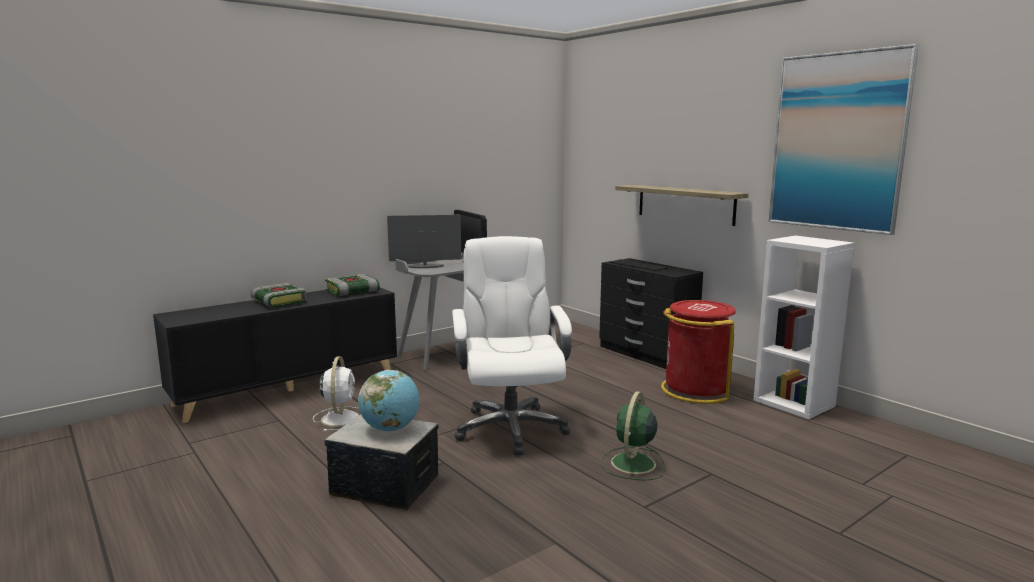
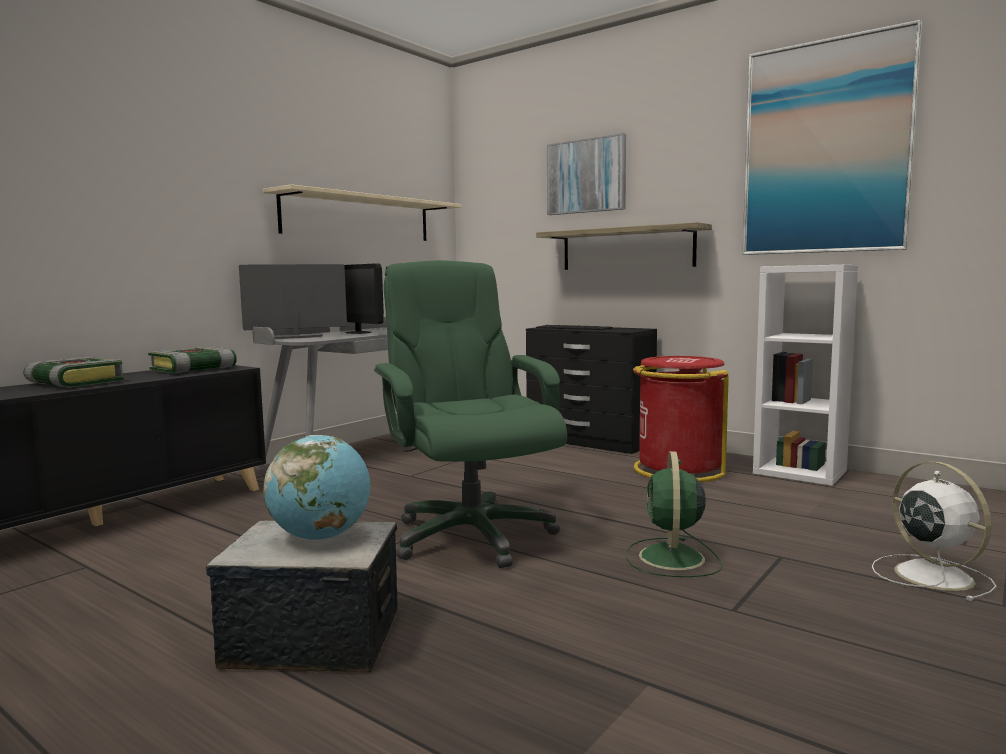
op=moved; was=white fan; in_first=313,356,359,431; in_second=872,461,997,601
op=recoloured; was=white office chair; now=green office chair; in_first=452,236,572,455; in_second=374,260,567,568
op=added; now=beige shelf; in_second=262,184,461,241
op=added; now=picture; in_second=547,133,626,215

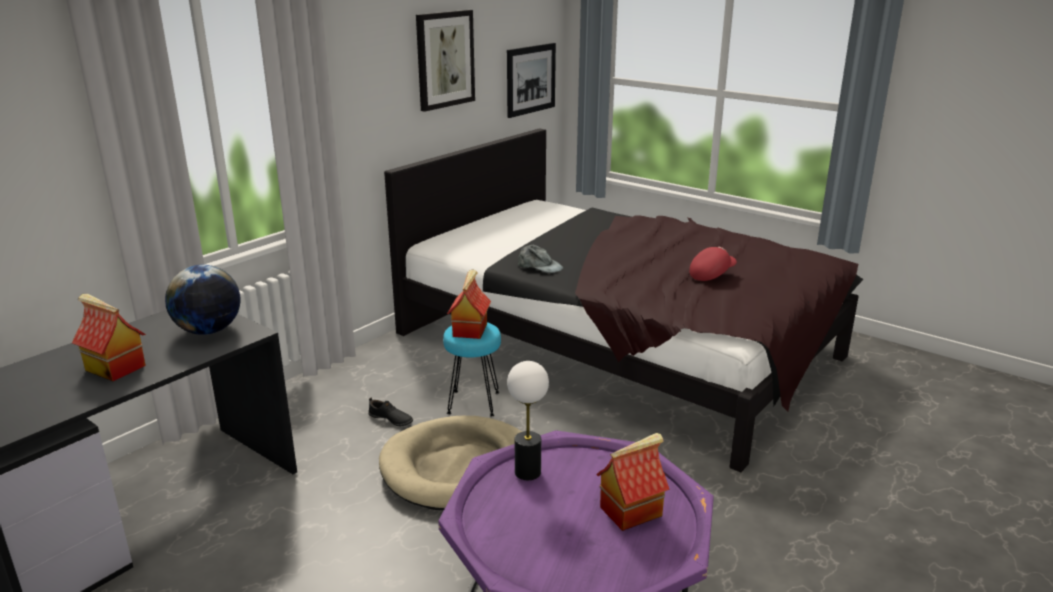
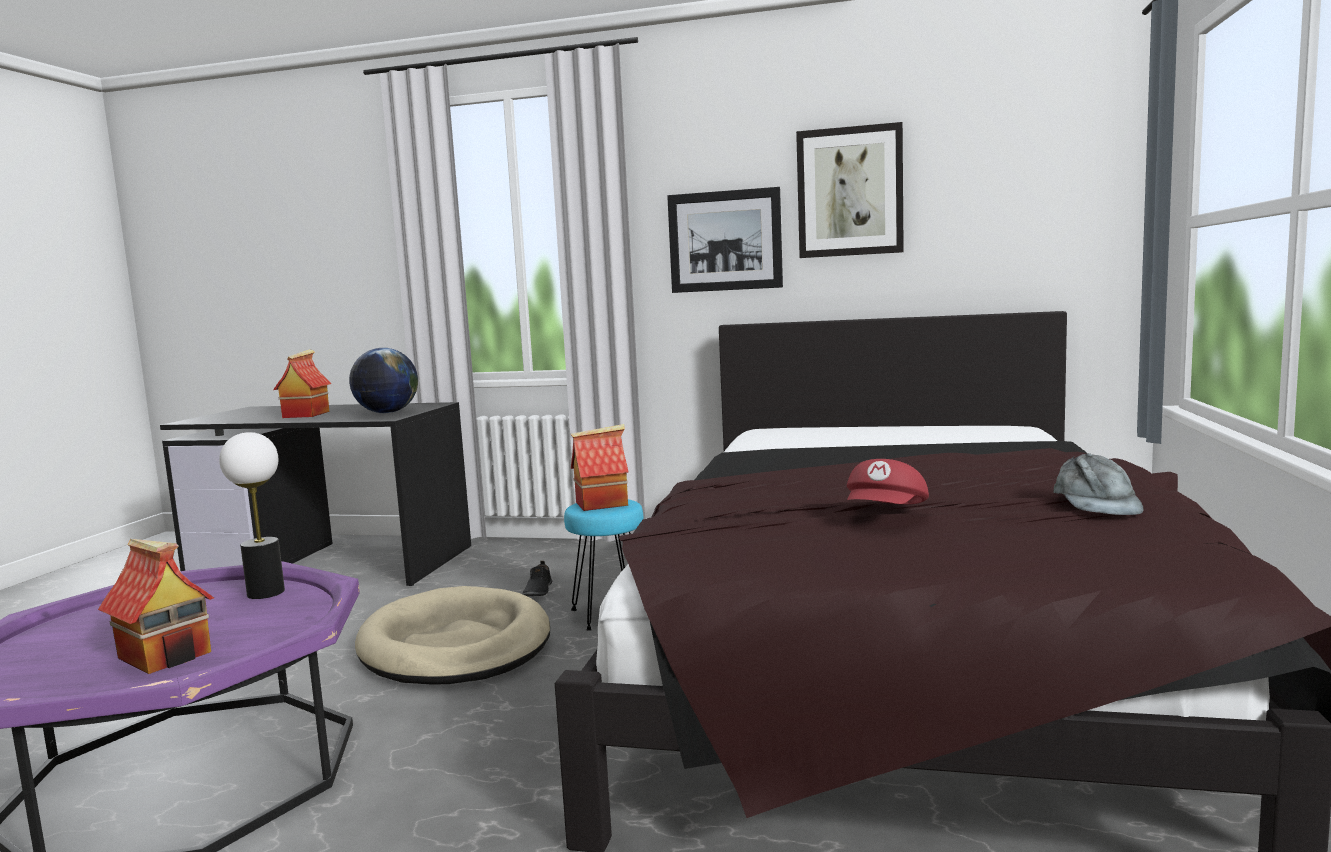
op=moved; was=picture; in_first=507,43,556,118; in_second=667,187,783,293
op=moved; was=grey cap; in_first=518,245,563,273; in_second=1053,453,1143,515
op=turned; was=red cap; in_first=689,247,737,281; in_second=847,459,929,504; clockwise=90

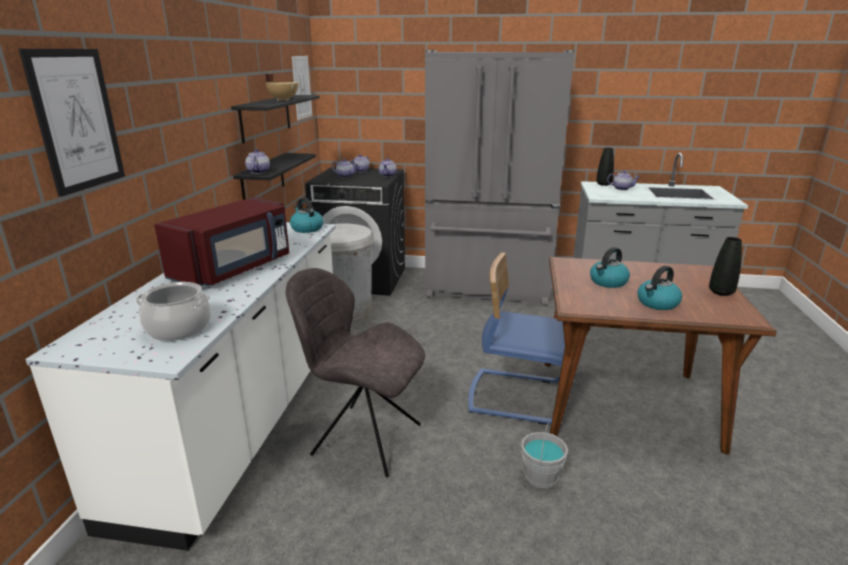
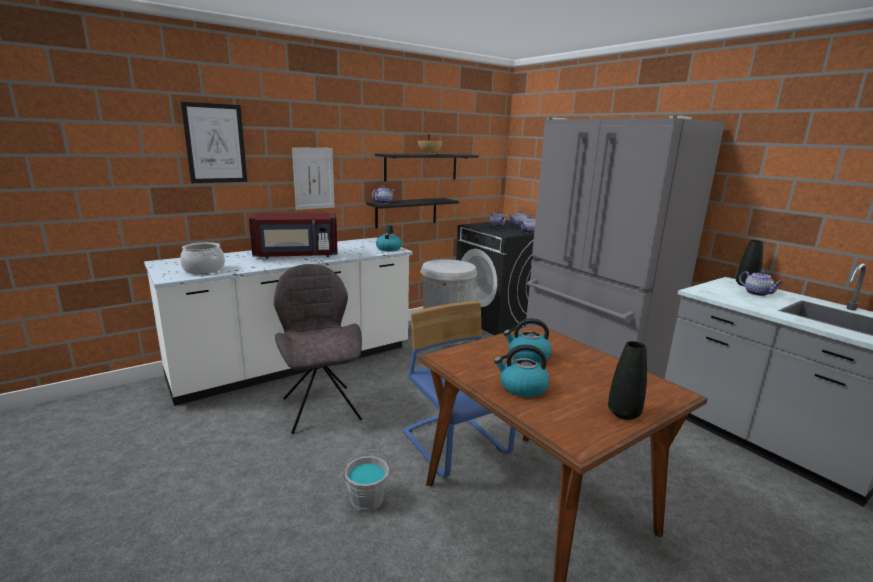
op=moved; was=picture; in_first=292,56,313,120; in_second=292,147,335,210

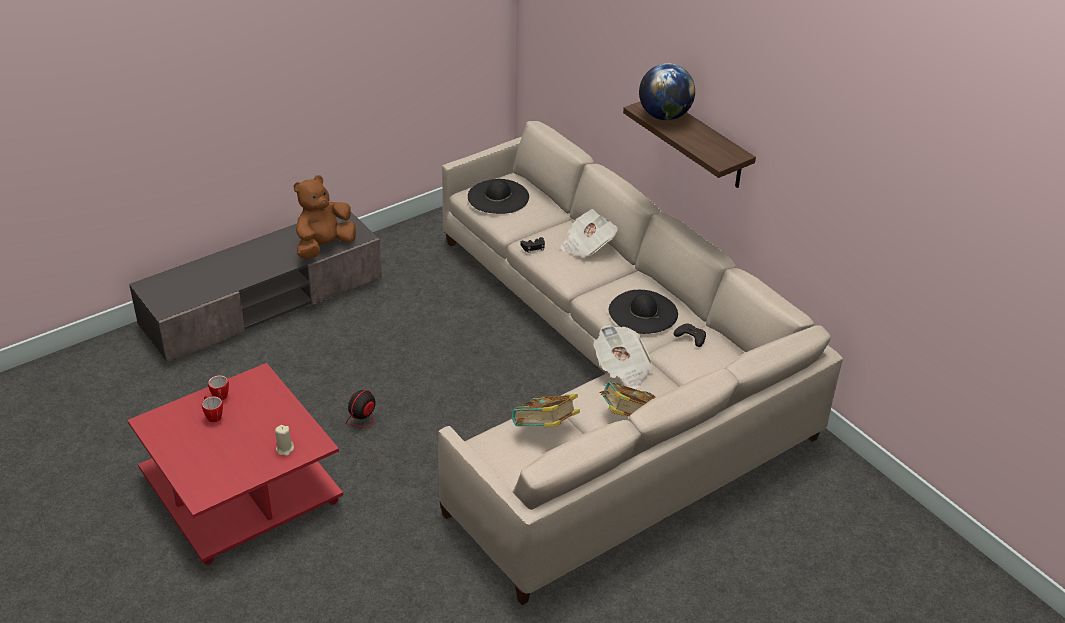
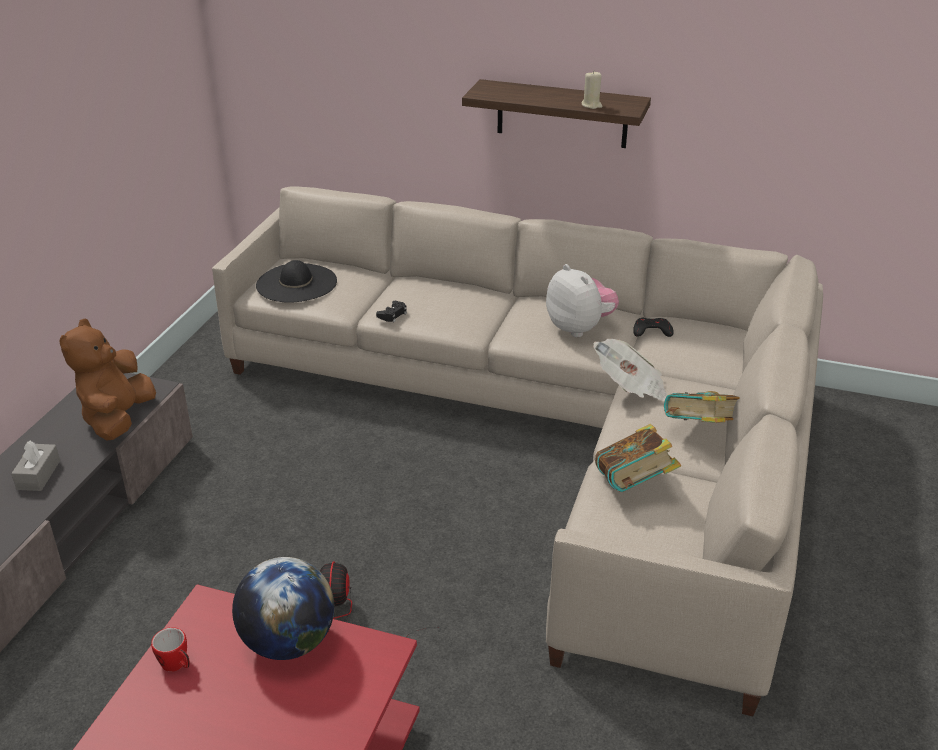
op=removed; was=mug; in_first=202,396,223,422
op=moved; was=beige candle; in_first=275,425,294,456; in_second=582,71,603,109
op=removed; was=newspaper; in_first=560,209,618,259
op=replaced; was=black hat; now=plush toy; in_first=609,290,678,334; in_second=546,264,619,337
op=moved; was=globe; in_first=639,63,695,120; in_second=232,557,334,660
op=added; now=grey tissue box; in_second=11,441,60,491

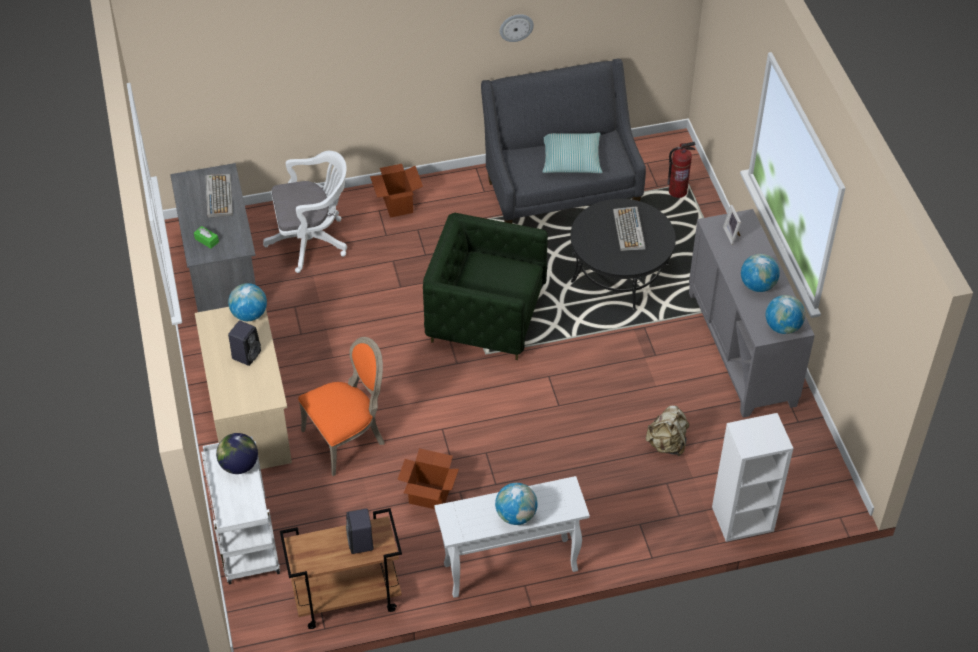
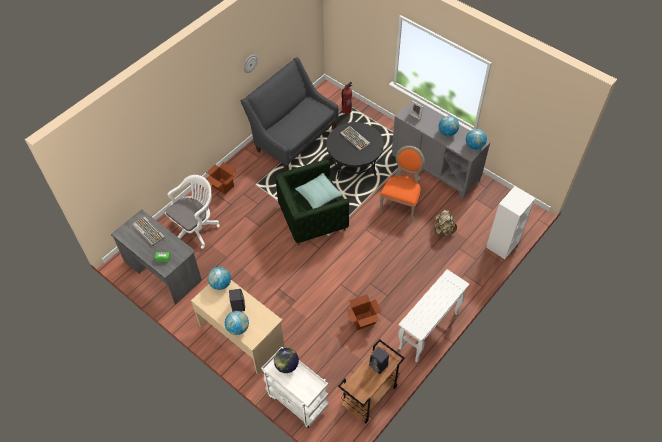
op=moved; was=orange chair; in_first=298,337,384,476; in_second=379,146,425,222
op=moved; was=globe; in_first=495,483,538,525; in_second=225,311,249,335
op=moved; was=pillow; in_first=543,133,603,173; in_second=295,173,343,209

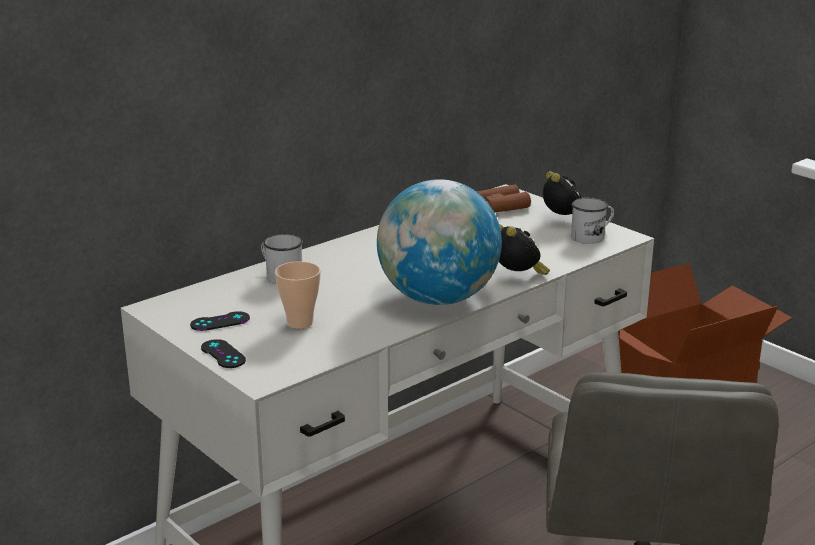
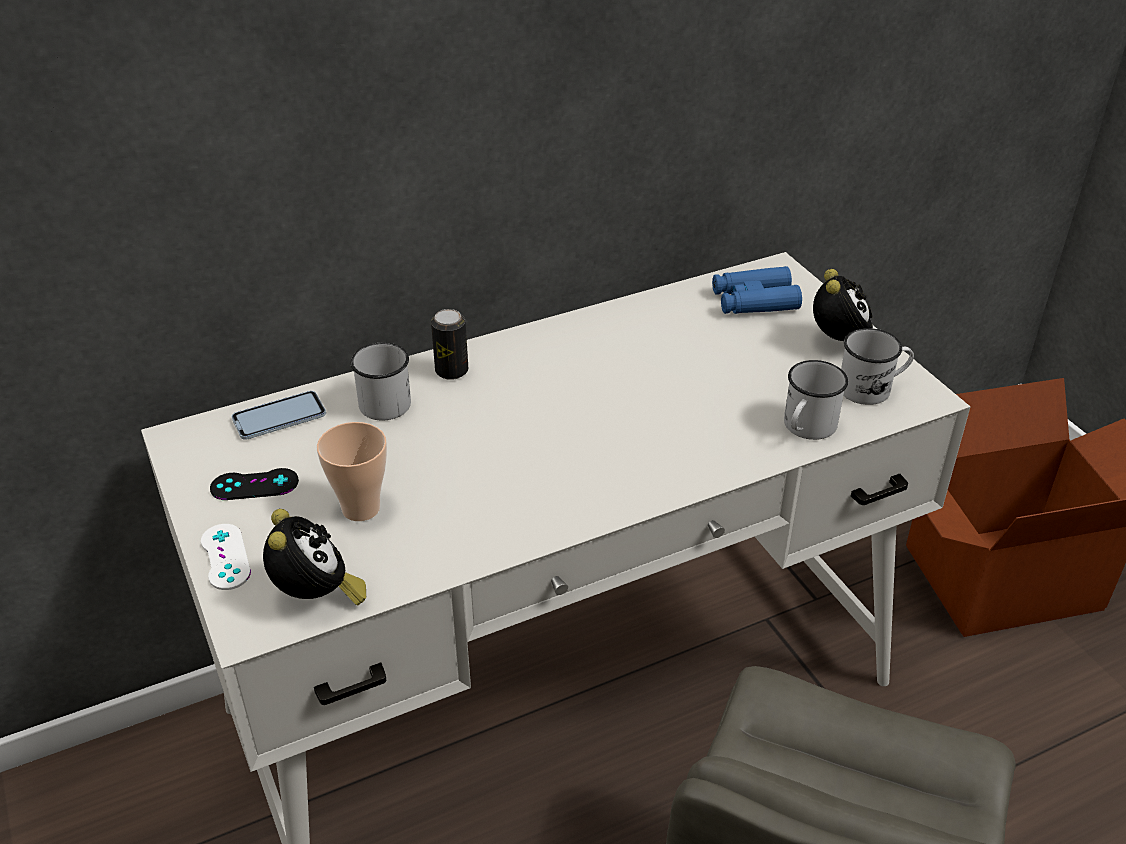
op=recoloured; was=black game controller; now=white game controller; in_first=201,339,246,368; in_second=201,524,251,590
op=removed; was=globe; in_first=377,179,502,305
op=recoloured; was=brown binoculars; now=blue binoculars; in_first=476,184,531,212; in_second=712,266,802,314
op=moved; was=alarm clock; in_first=499,224,550,275; in_second=263,509,366,606
op=added; now=phone; in_second=232,391,326,440
op=added; now=can; in_second=431,309,468,380
op=added; now=white mug; in_second=784,360,848,440

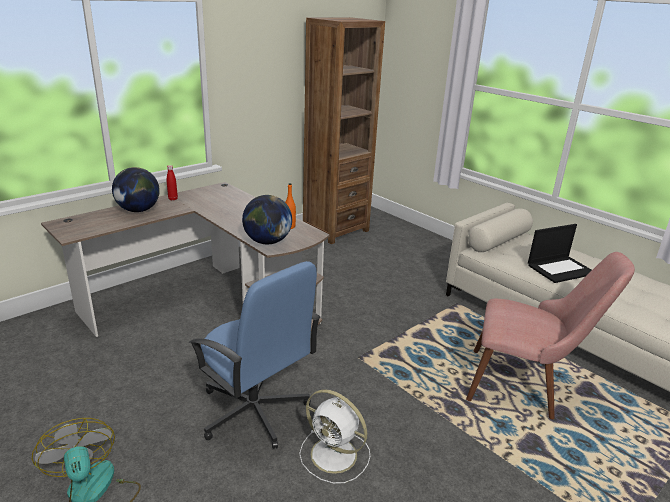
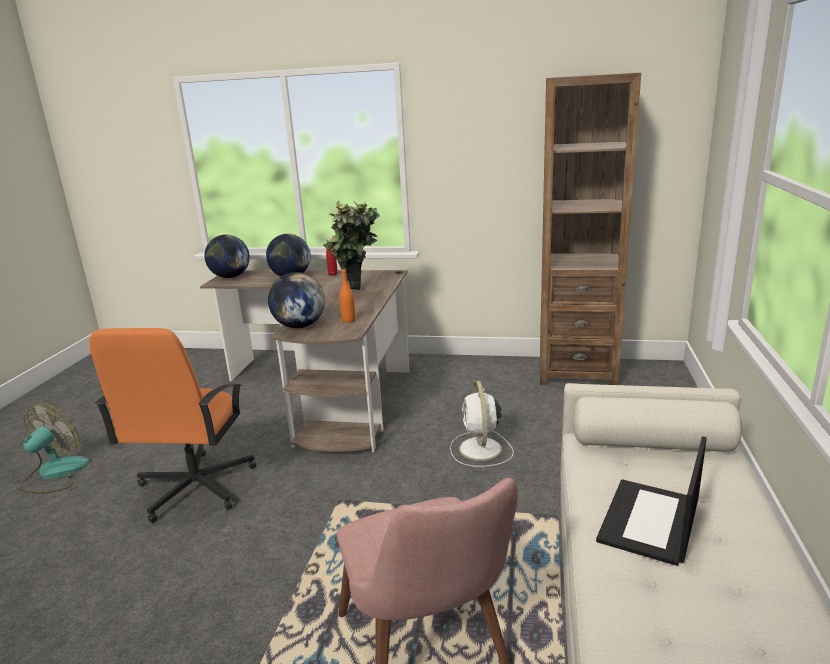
op=recoloured; was=blue office chair; now=orange office chair; in_first=189,261,321,449; in_second=89,328,256,523
op=moved; was=white fan; in_first=299,389,370,484; in_second=450,381,514,467
op=turned; was=laptop; in_first=528,224,592,283; in_second=596,436,707,566; clockwise=90
op=added; now=globe; in_second=204,235,250,278
op=added; now=potted plant; in_second=323,200,380,290

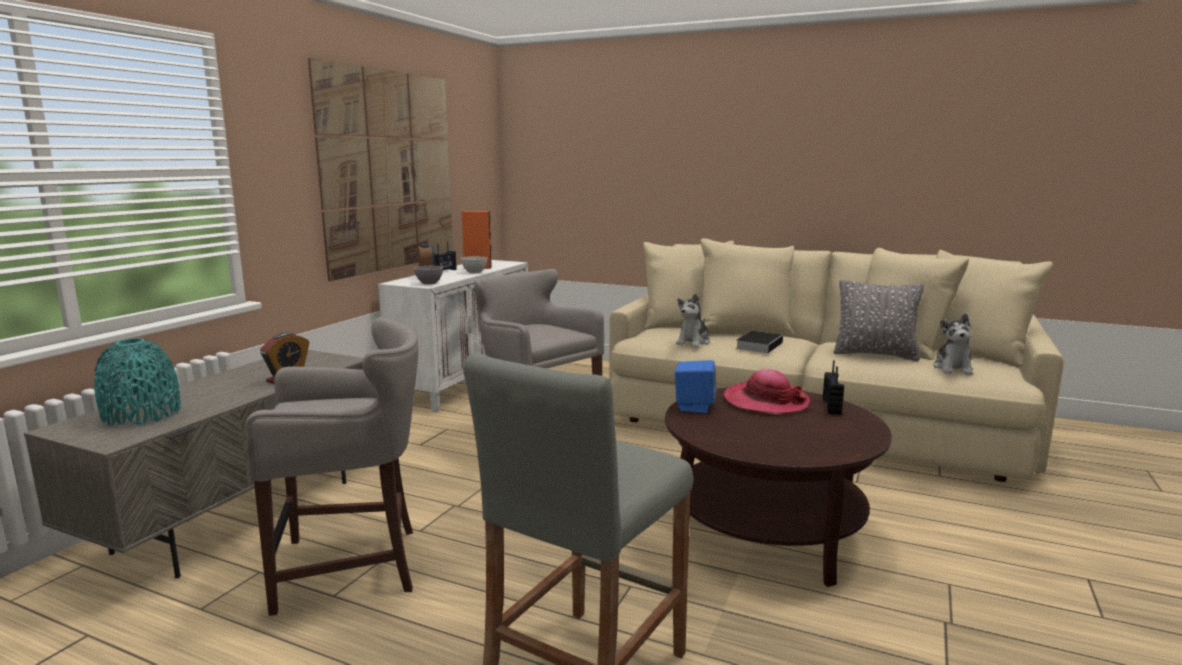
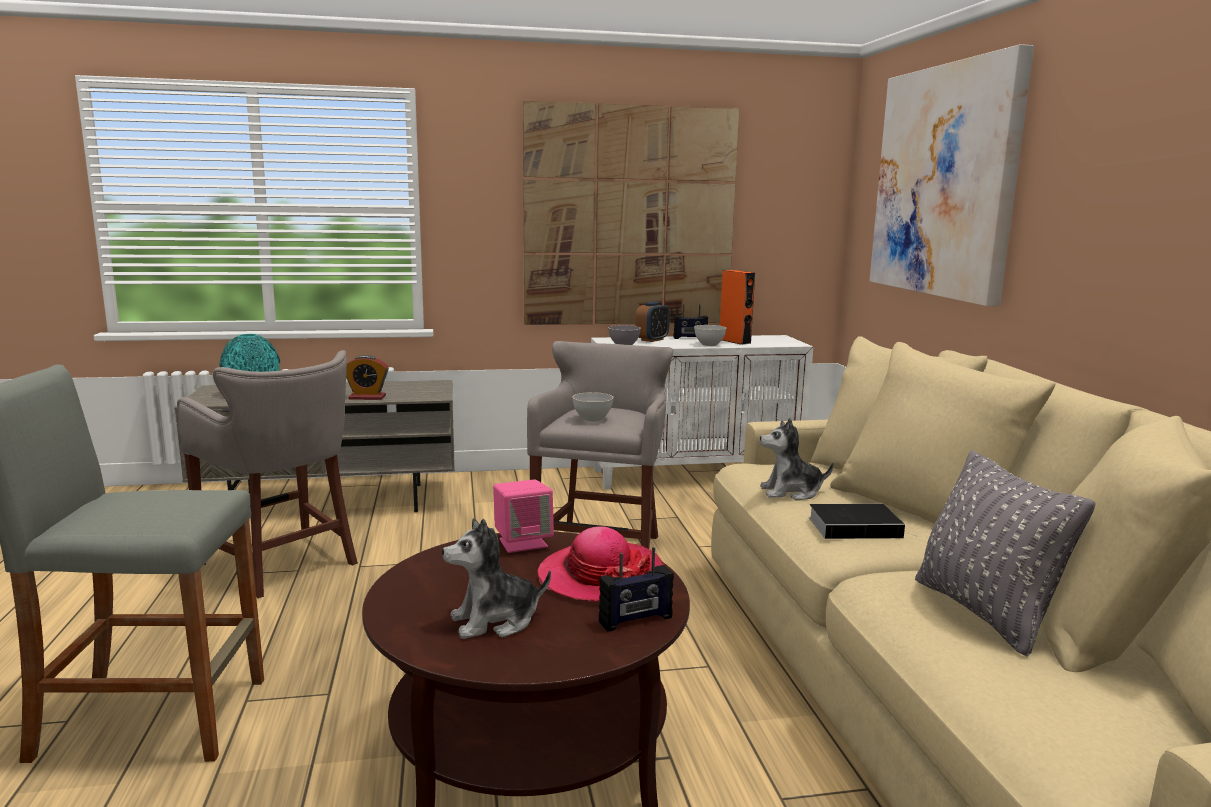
op=recoloured; was=blue speaker; now=pink speaker; in_first=675,360,716,413; in_second=493,479,554,553
op=moved; was=plush toy; in_first=933,313,973,375; in_second=442,518,551,639
op=added; now=grey bowl; in_second=572,392,613,422
op=added; now=picture; in_second=869,44,1034,306

